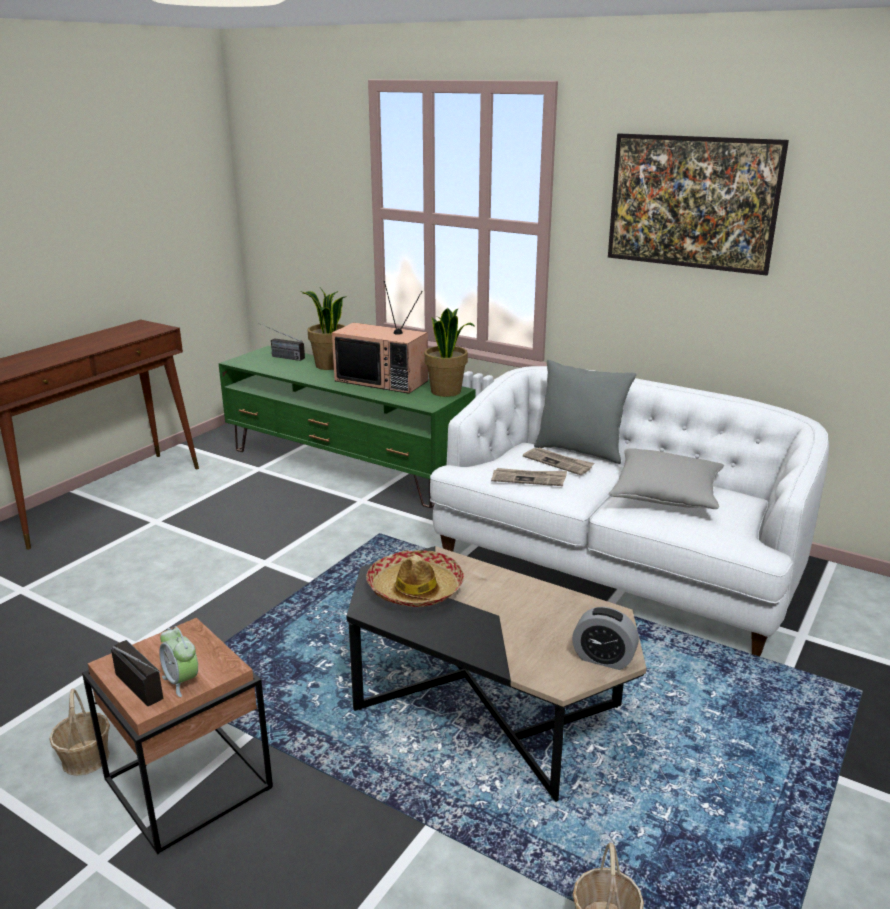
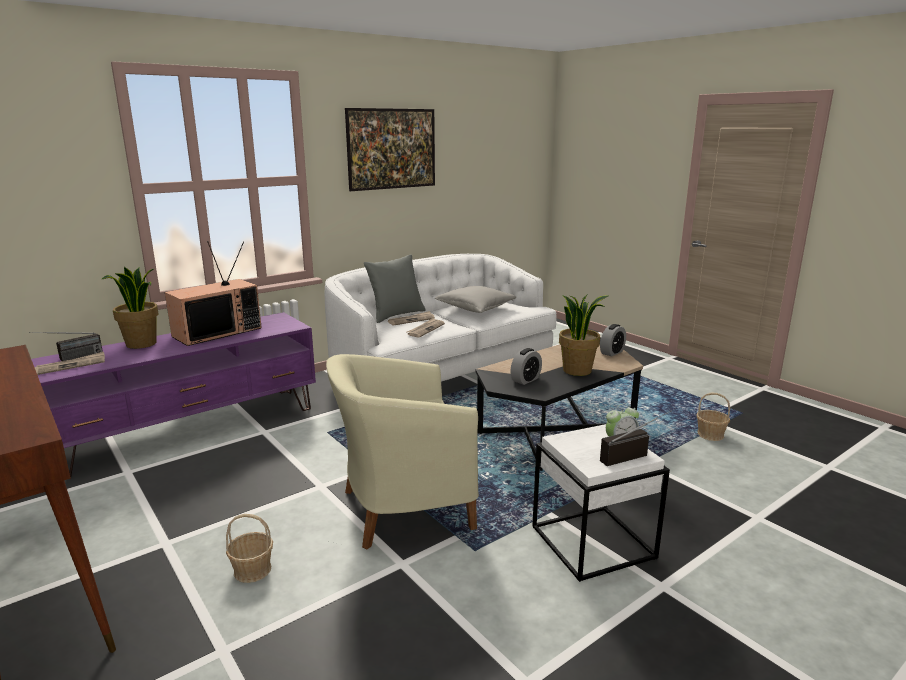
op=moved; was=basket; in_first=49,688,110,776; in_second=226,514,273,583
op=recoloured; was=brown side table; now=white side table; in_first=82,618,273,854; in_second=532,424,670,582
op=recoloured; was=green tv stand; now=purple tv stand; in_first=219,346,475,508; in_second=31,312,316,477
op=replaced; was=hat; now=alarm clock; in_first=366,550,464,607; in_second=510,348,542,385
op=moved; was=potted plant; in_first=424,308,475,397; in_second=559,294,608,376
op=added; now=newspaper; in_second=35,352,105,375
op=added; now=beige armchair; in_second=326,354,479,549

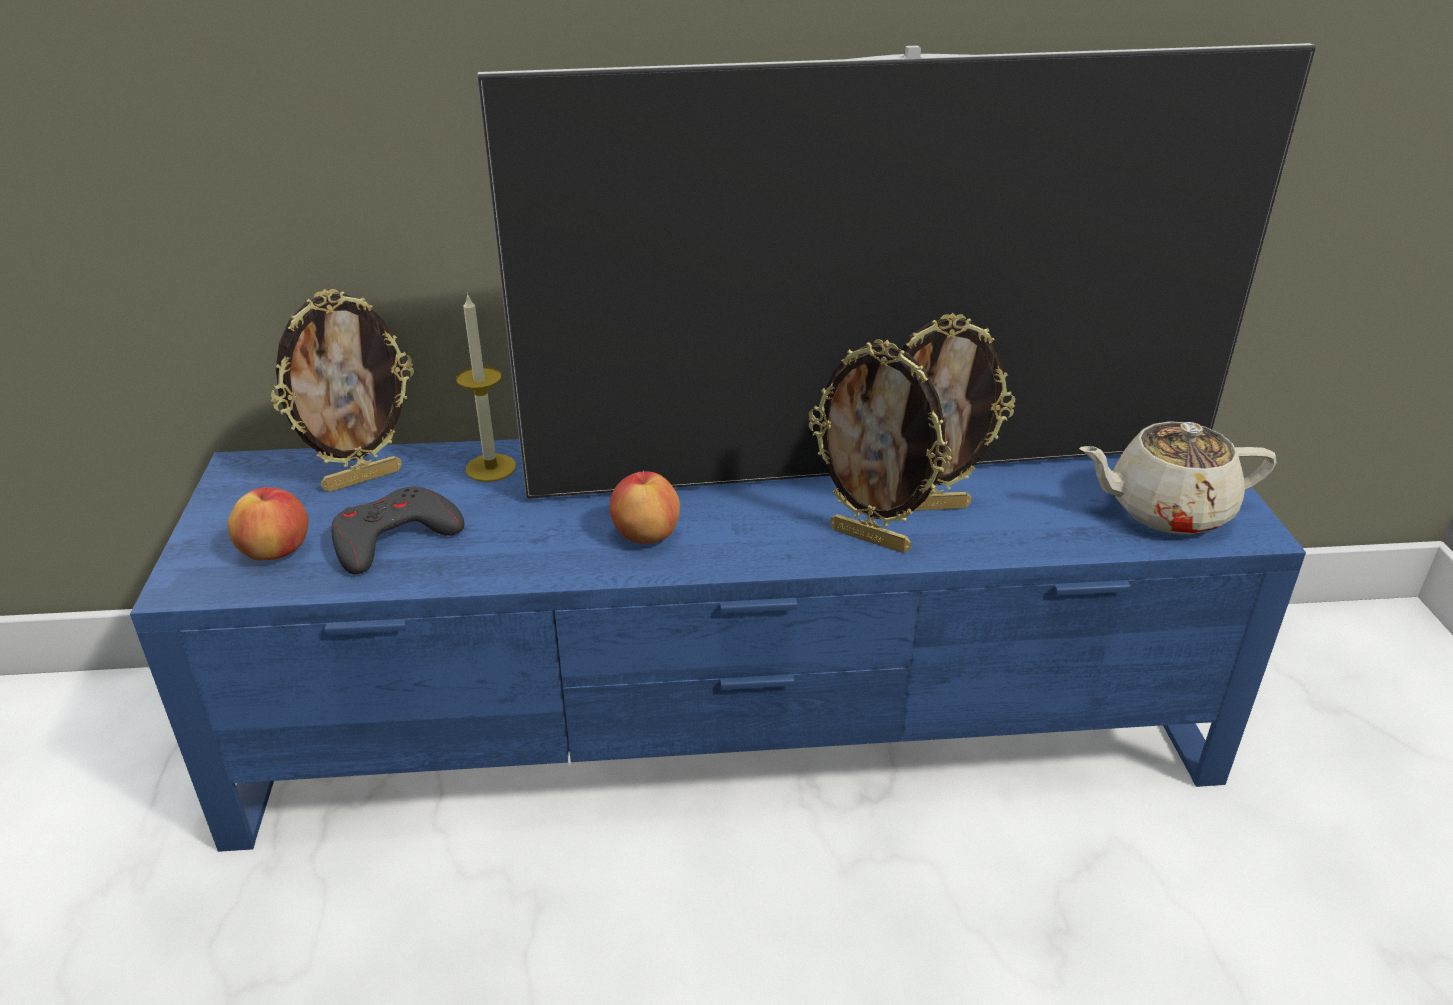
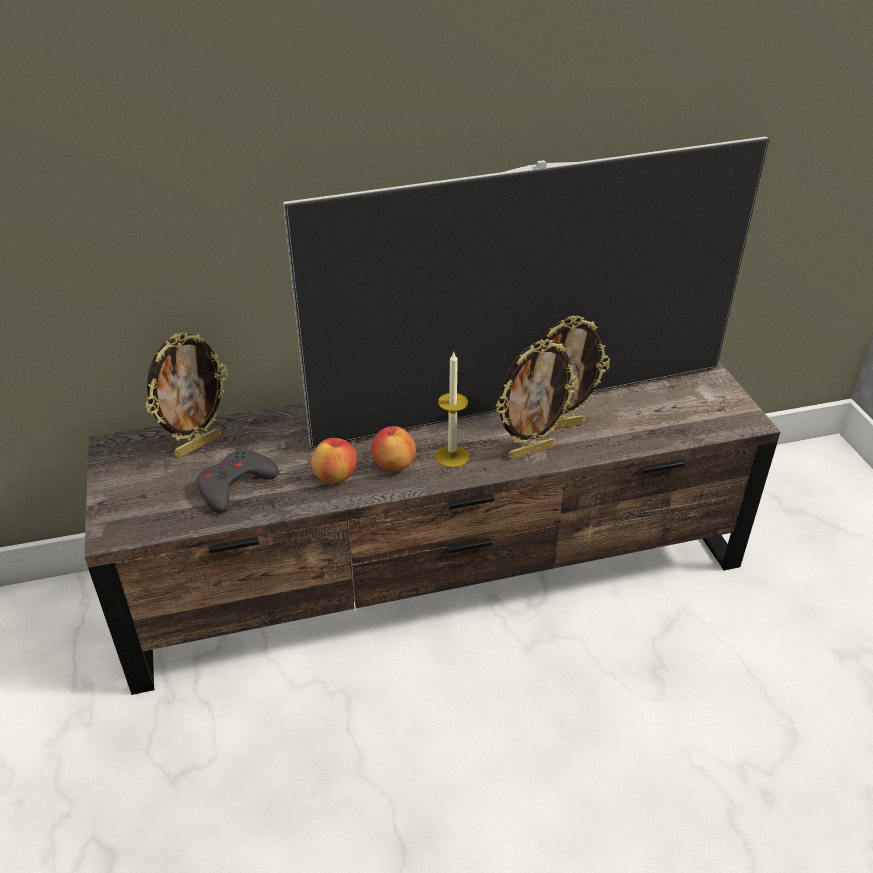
op=recoloured; was=blue tv stand; now=brown tv stand; in_first=130,439,1306,852; in_second=84,361,781,695
op=moved; was=apple; in_first=227,487,309,561; in_second=311,438,357,484
op=moved; was=candle; in_first=456,293,516,482; in_second=435,352,469,468
op=turned; was=picture frame; in_first=809,339,952,553; in_second=496,339,578,460; clockwise=-45
op=removed; was=beige teapot; in_first=1079,421,1277,535

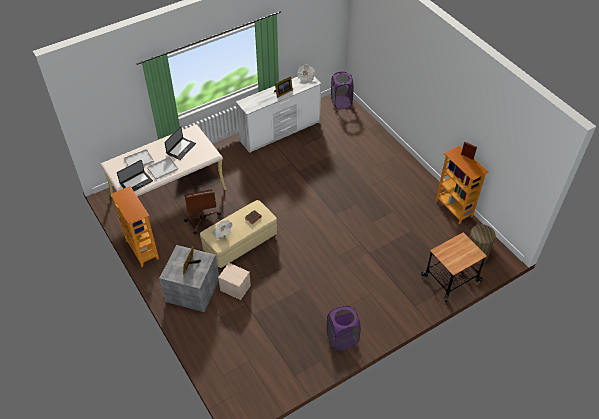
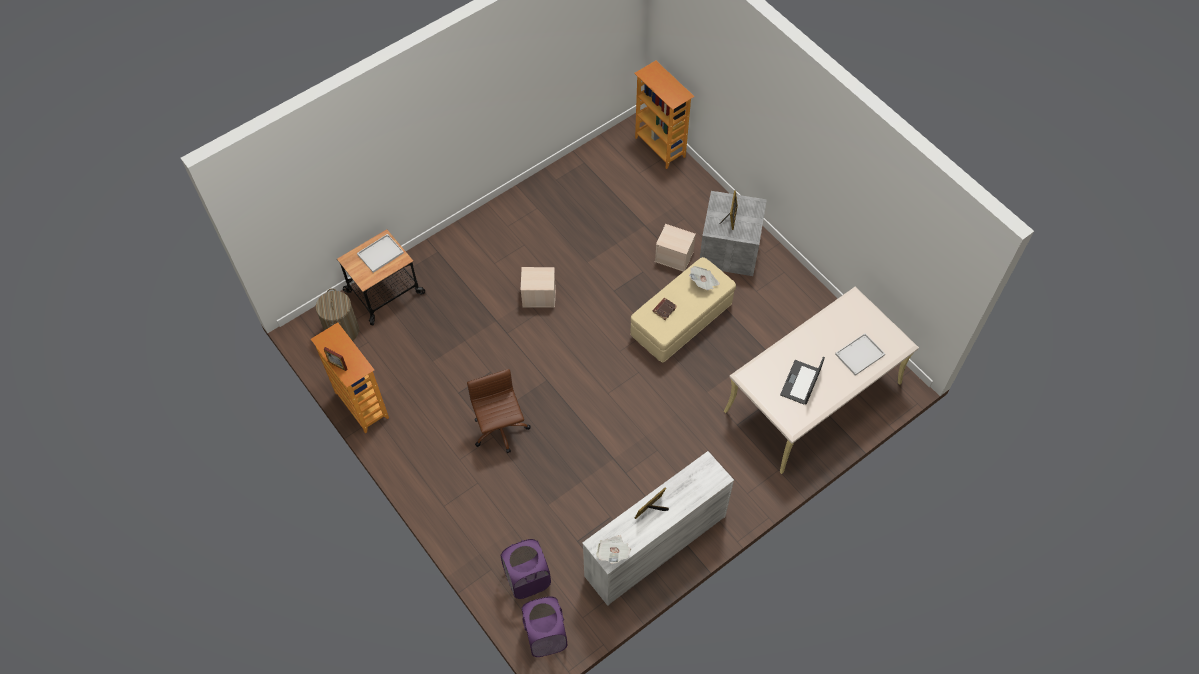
op=moved; was=bookcase; in_first=111,186,159,267; in_second=634,61,694,169
op=removed; was=laptop; in_first=117,160,153,191
op=moved; was=white tray; in_first=147,157,178,180; in_second=357,234,404,273
op=moved; was=brown office chair; in_first=184,189,221,234; in_second=467,369,531,453
op=moved; was=purple laundry basket; in_first=327,306,361,351; in_second=501,539,551,599
op=added; now=beige storage box; in_second=521,267,556,308

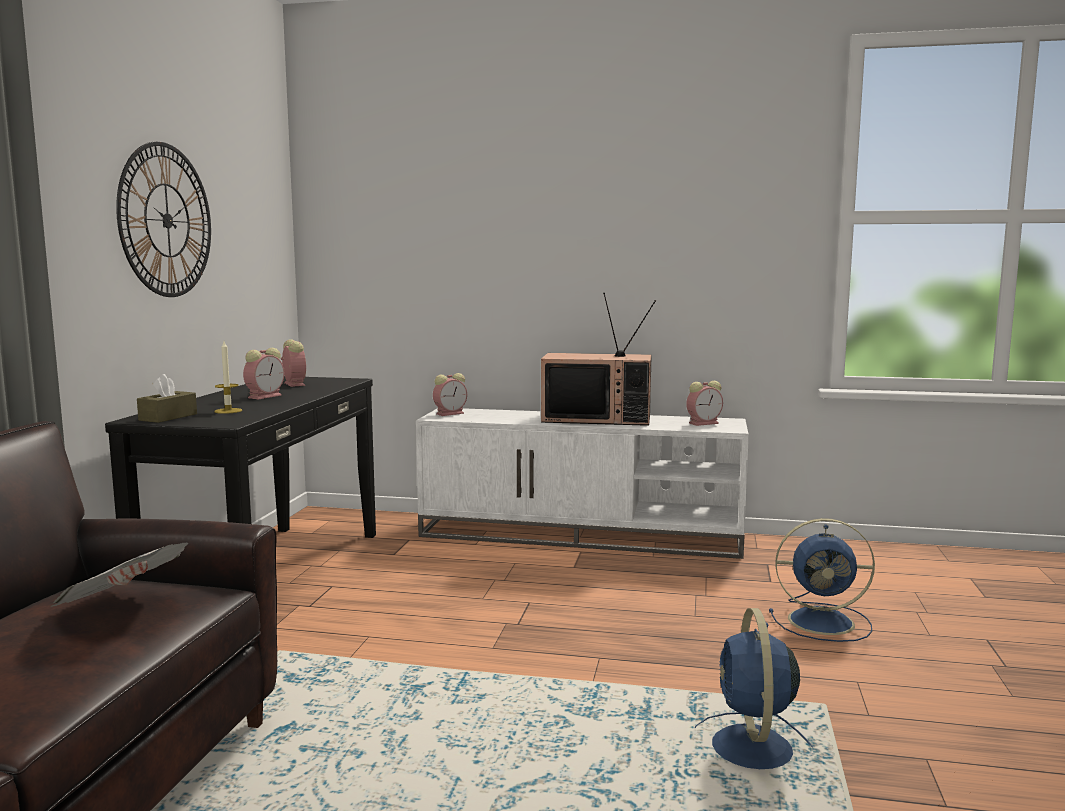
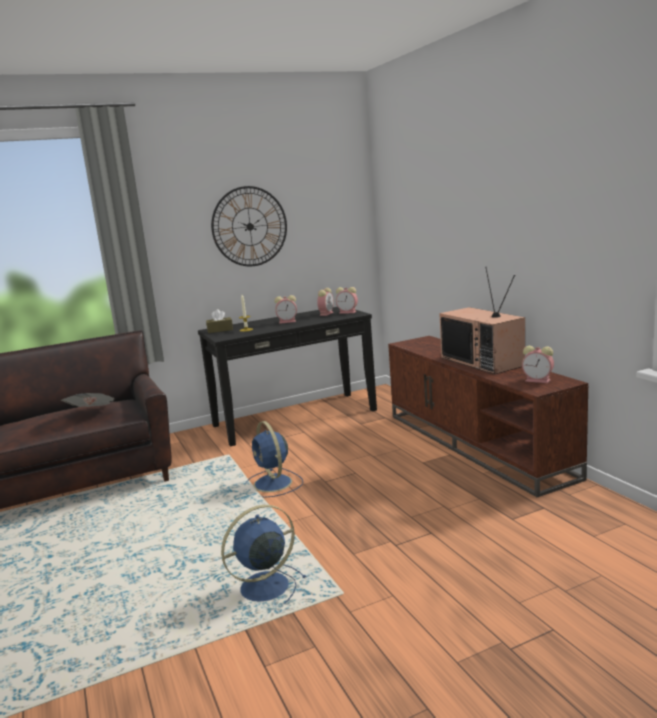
op=recoloured; was=white tv stand; now=brown tv stand; in_first=416,408,749,559; in_second=388,336,588,497
op=moved; was=alarm clock; in_first=433,373,467,416; in_second=336,287,358,314
op=moved; was=blue fan; in_first=769,518,875,642; in_second=245,421,303,498

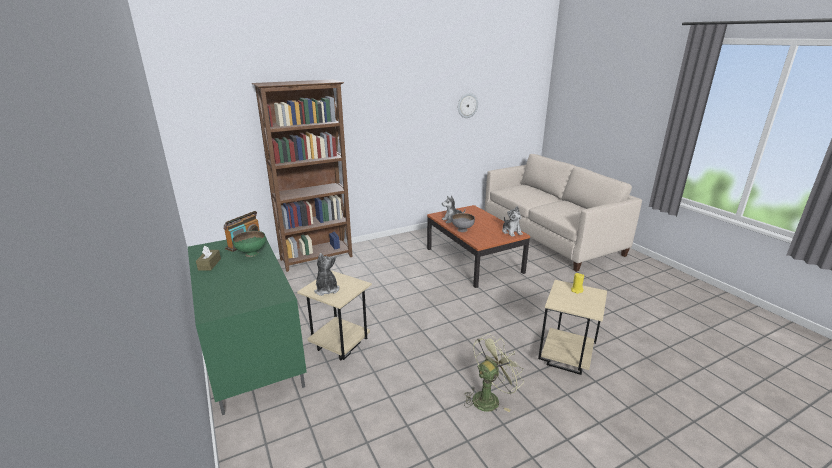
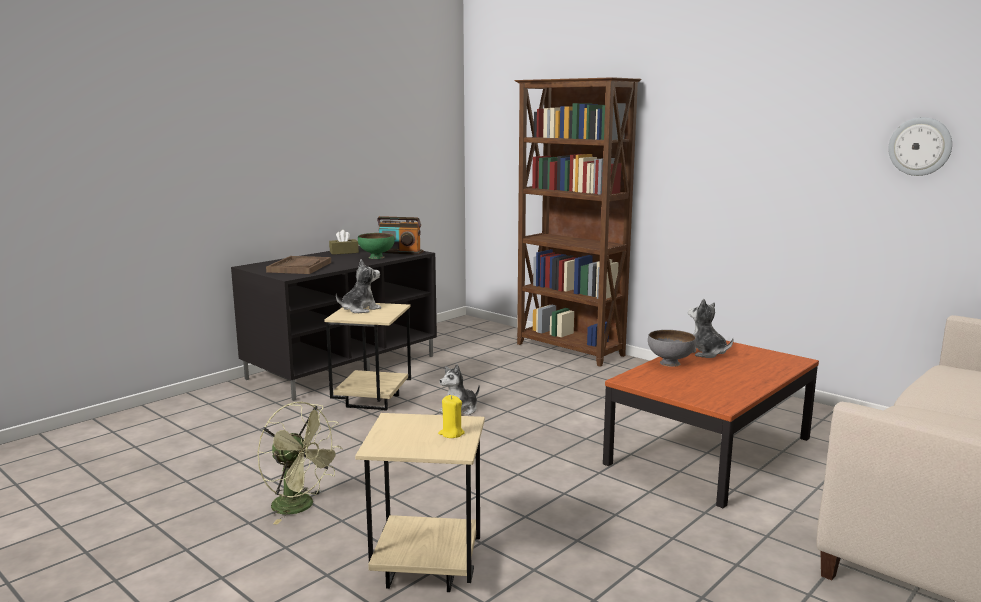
op=recoloured; was=green tv stand; now=black tv stand; in_first=188,238,307,415; in_second=231,246,437,401
op=moved; was=plush toy; in_first=502,206,523,237; in_second=439,364,480,415
op=added; now=brown tray; in_second=266,256,331,274

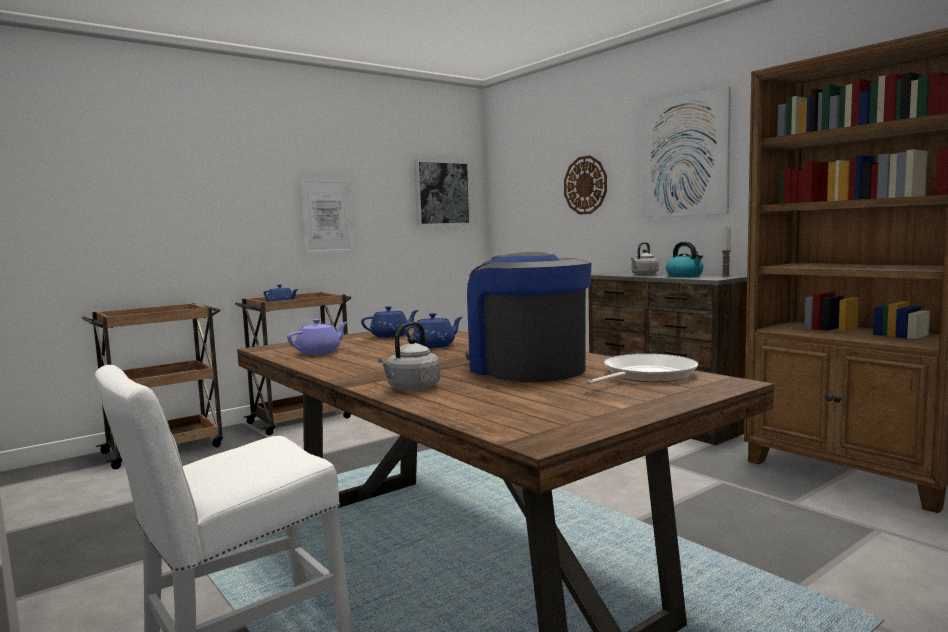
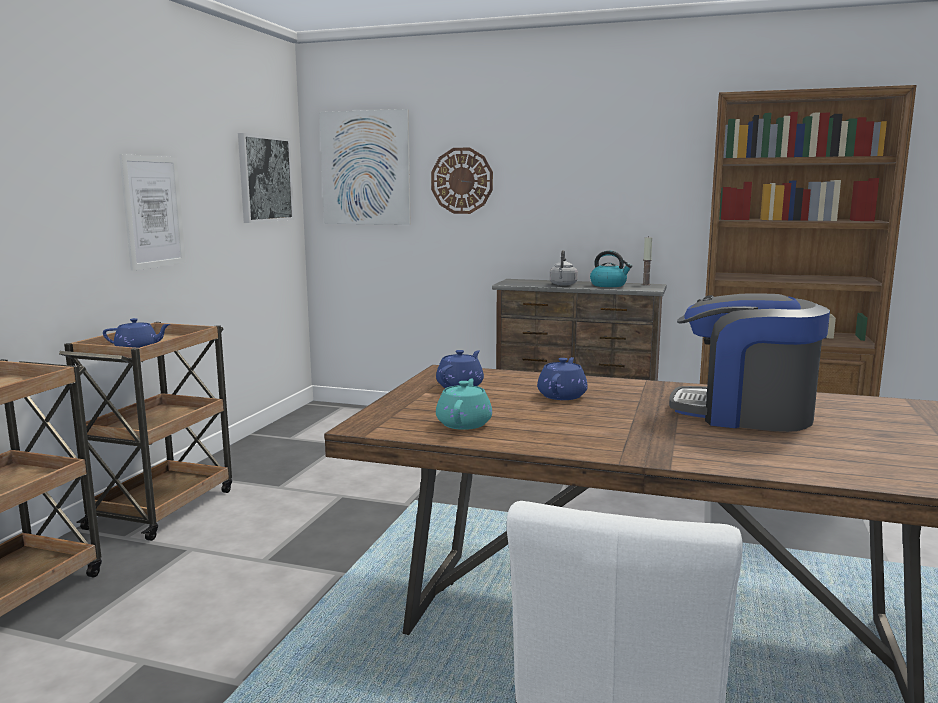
op=recoloured; was=purple teapot; now=turquoise teapot; in_first=287,319,348,355; in_second=436,379,492,430
op=removed; was=grey kettle; in_first=378,322,441,391
op=removed; was=frying pan; in_first=586,354,698,385
op=moved; was=picture; in_first=641,86,731,218; in_second=319,109,411,225

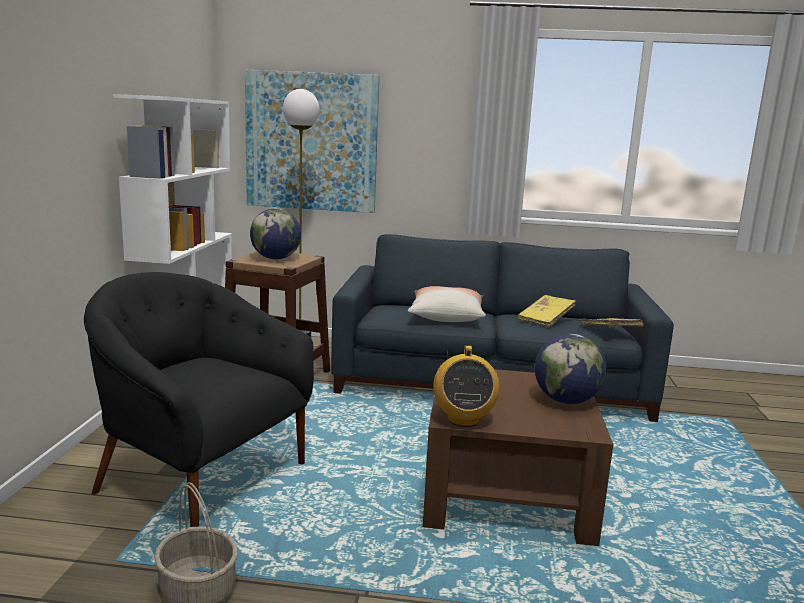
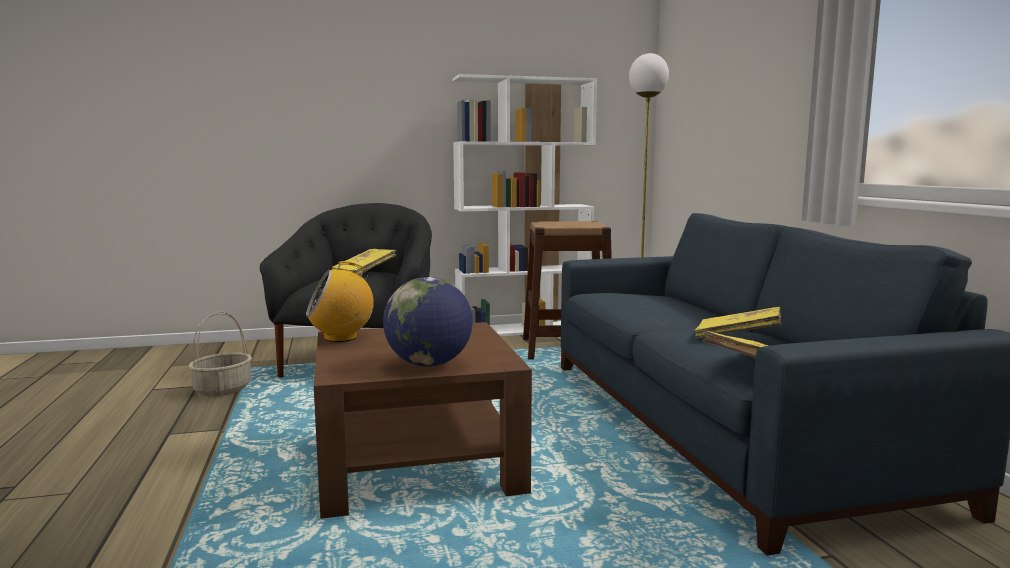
op=removed; was=picture; in_first=245,70,379,213
op=removed; was=globe; in_first=250,208,301,260
op=removed; was=pillow; in_first=408,286,486,322
op=added; now=yellow book; in_second=332,249,397,275

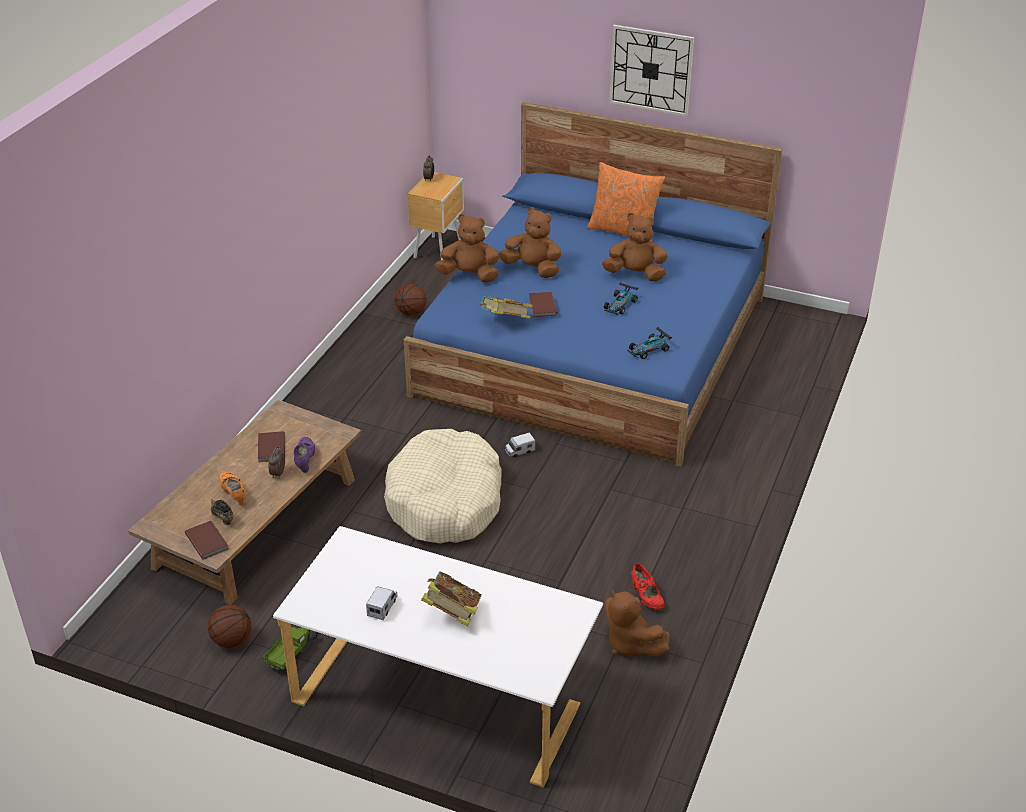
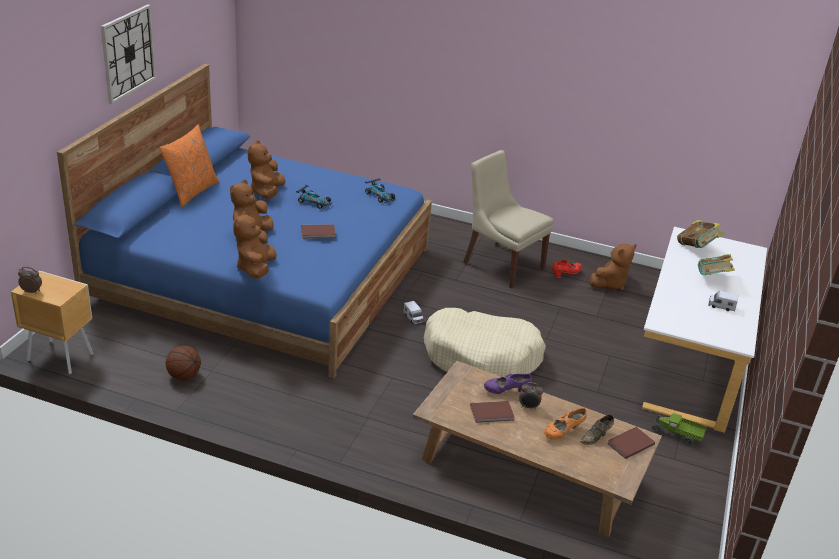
op=removed; was=basketball; in_first=208,605,251,648
op=moved; was=book; in_first=479,296,533,319; in_second=677,220,724,248
op=added; now=beige chair; in_second=463,150,554,288

